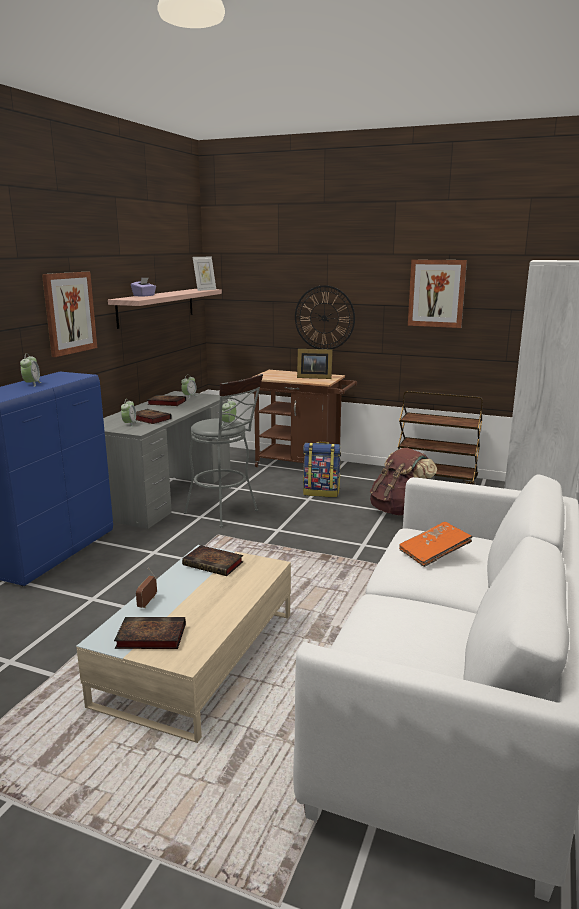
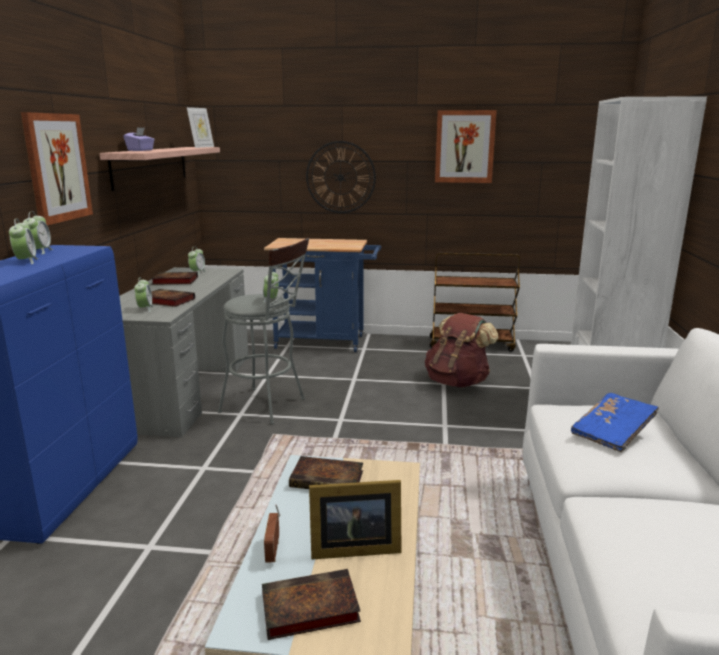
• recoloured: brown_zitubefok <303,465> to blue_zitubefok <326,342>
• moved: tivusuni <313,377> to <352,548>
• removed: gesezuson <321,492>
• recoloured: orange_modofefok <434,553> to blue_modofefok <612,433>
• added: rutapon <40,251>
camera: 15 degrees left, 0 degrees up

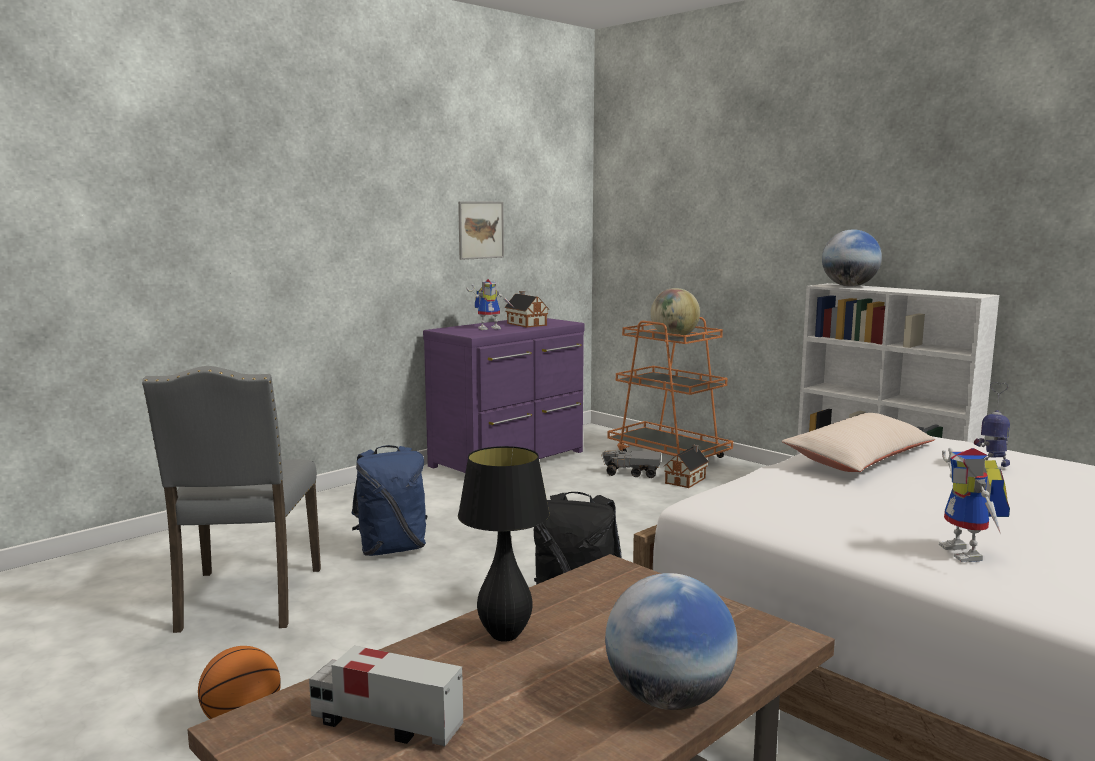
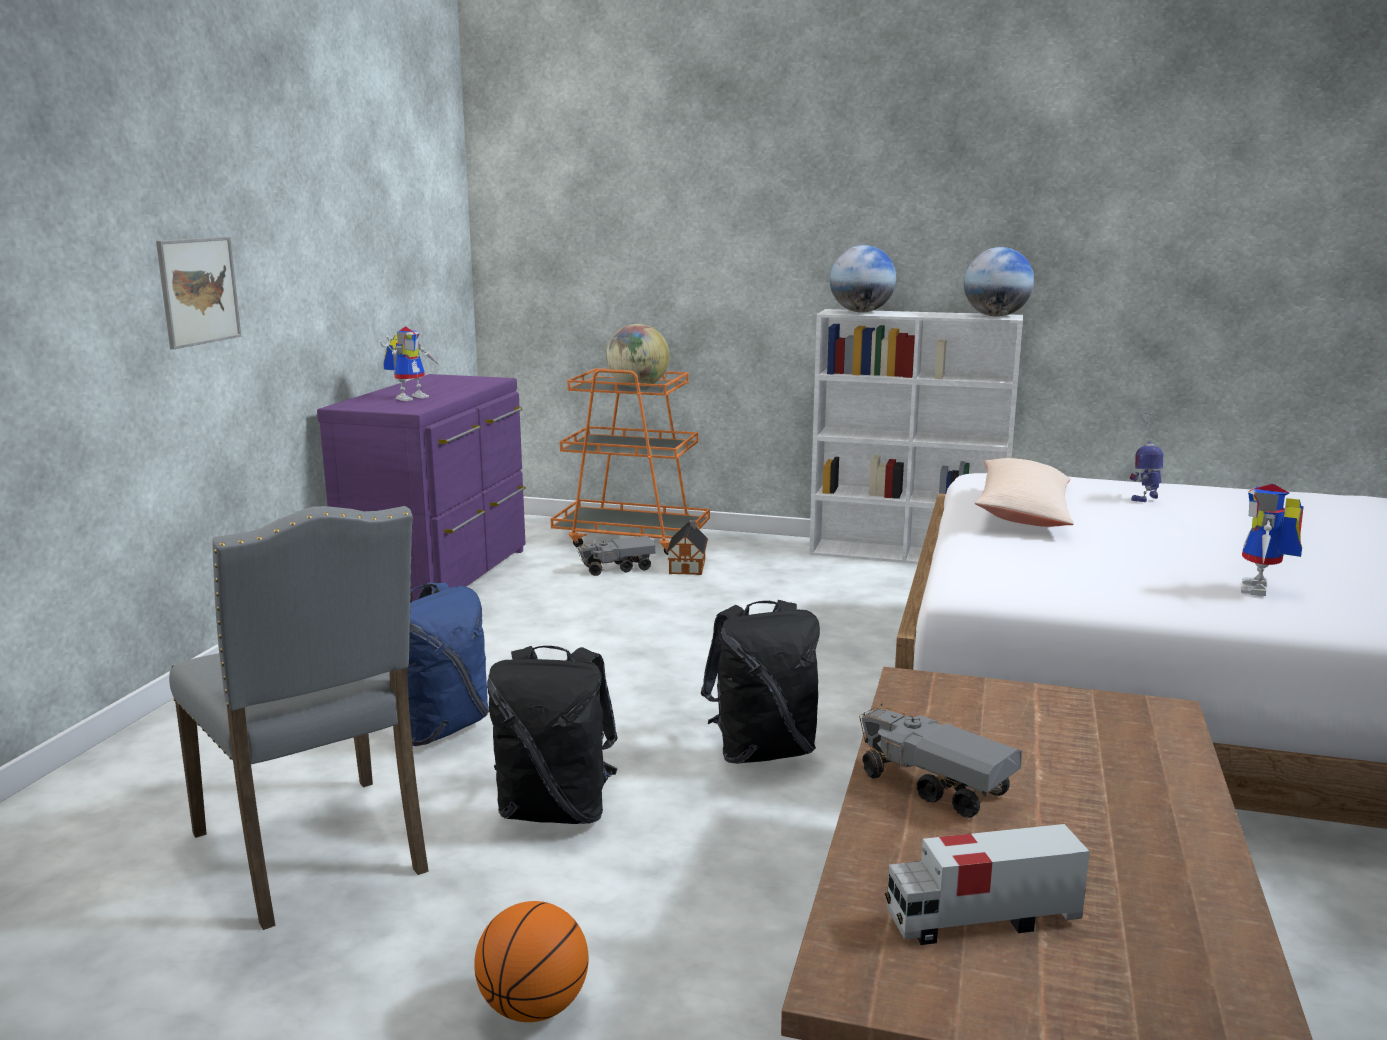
• moved: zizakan <480,230> to <198,291>
• replaced: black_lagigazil <505,636> to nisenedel <933,785>
• removed: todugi <526,324>
• moved: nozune <668,699> to <995,316>
• turned: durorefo <970,554> = <1263,590> 60 degrees clockwise
• added: black_gesezuson <556,810>
camera: 30 degrees left, 5 degrees up

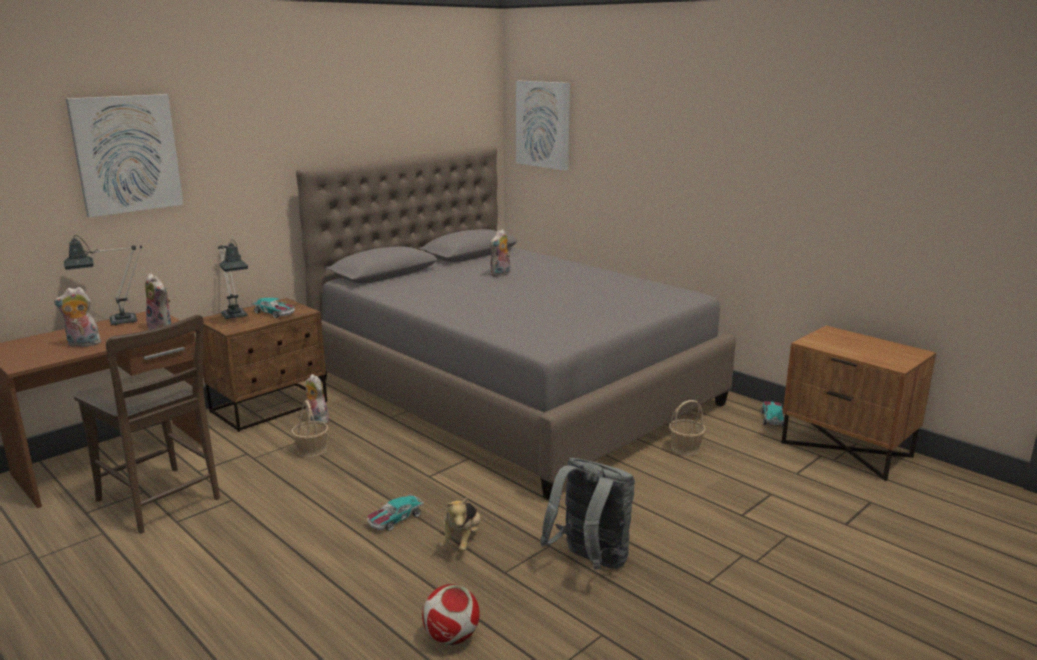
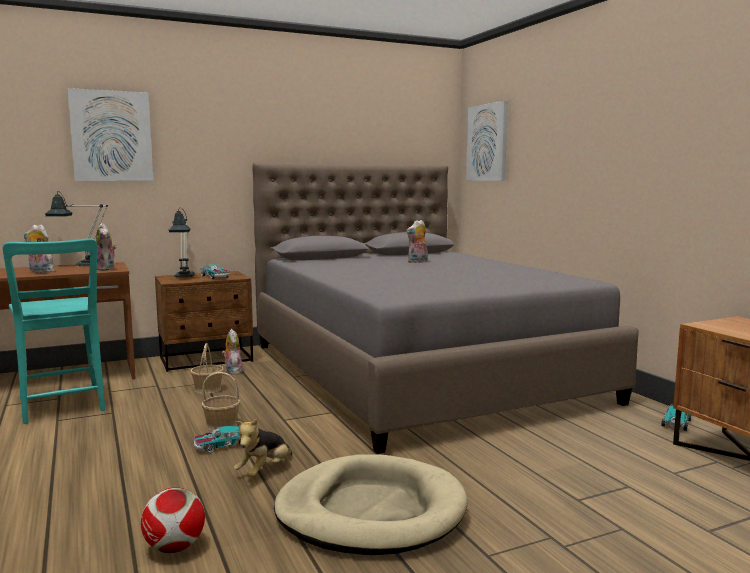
• recoloured: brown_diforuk <162,502> to turquoise_diforuk <62,406>
• replaced: grey_gesezuson <589,562> to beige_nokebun <370,511>
• moved: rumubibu <686,448> to <222,425>
camera: 20 degrees right, 10 degrees down

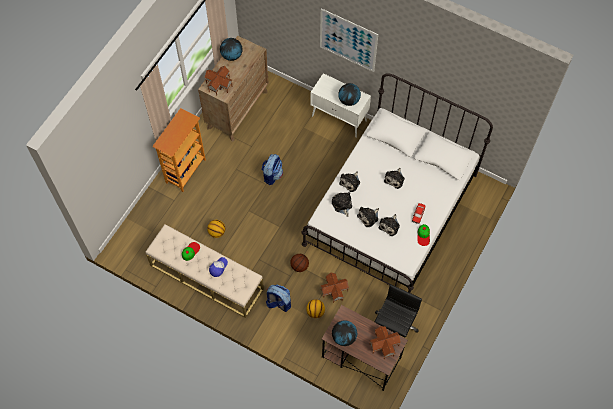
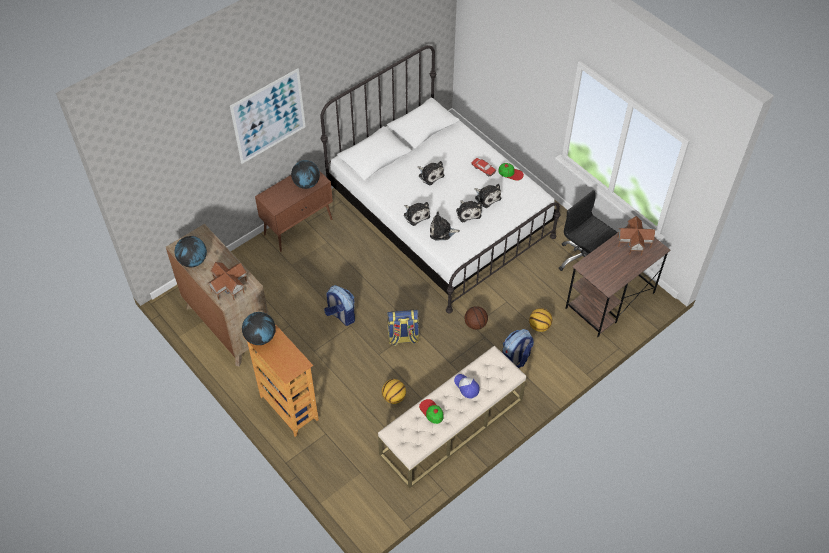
• recoloured: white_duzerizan <339,119> to brown_duzerizan <299,226>
• removed: todugi <334,290>
• moved: nozune <344,337> to <260,337>
• added: gesezuson <403,338>
camera: 70 degrees left, 10 degrees down

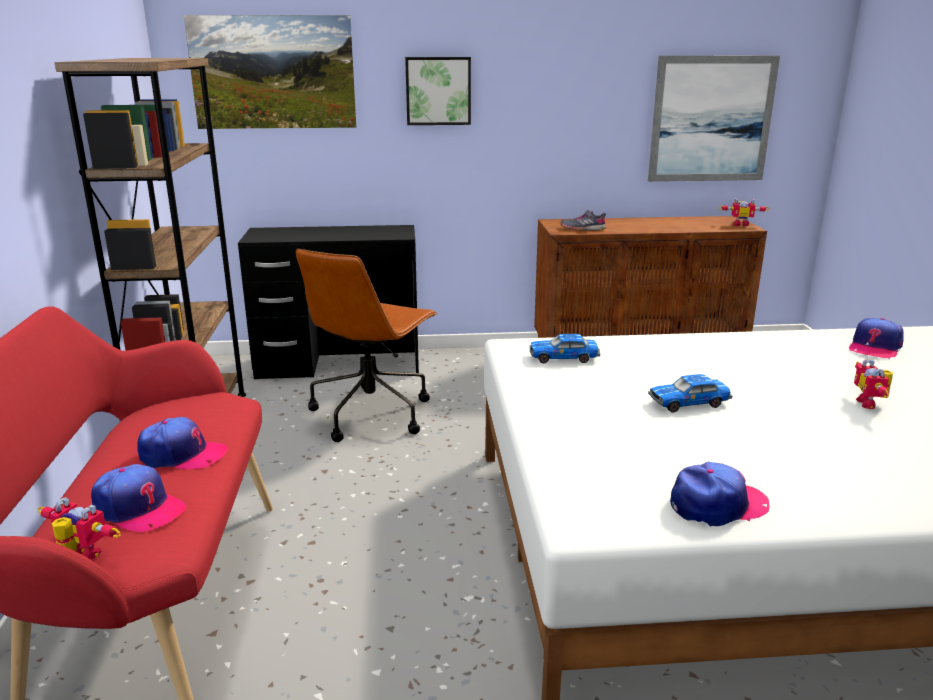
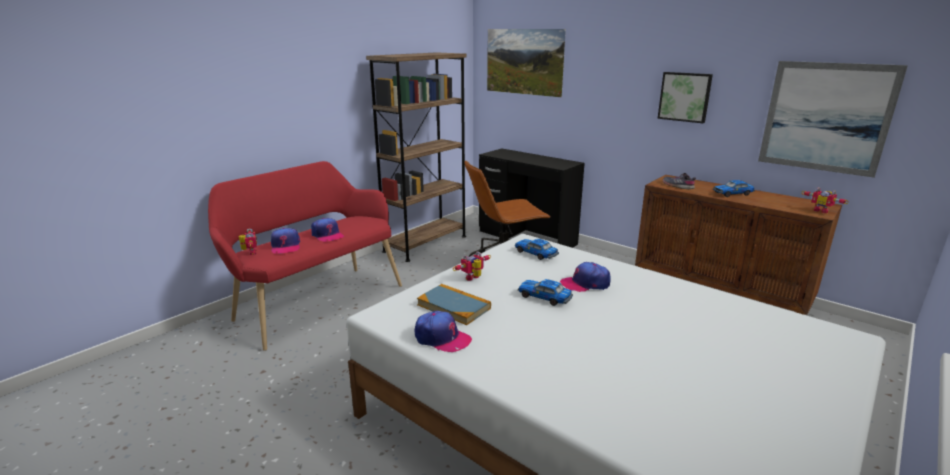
• moved: zizakan <438,91> to <685,97>
• moved: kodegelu <874,347> to <585,283>
• moved: durorefo <870,404> to <474,279>
• added: modofefok <454,306>
• added: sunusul <733,194>
camera: 45 degrees right, 0 degrees up

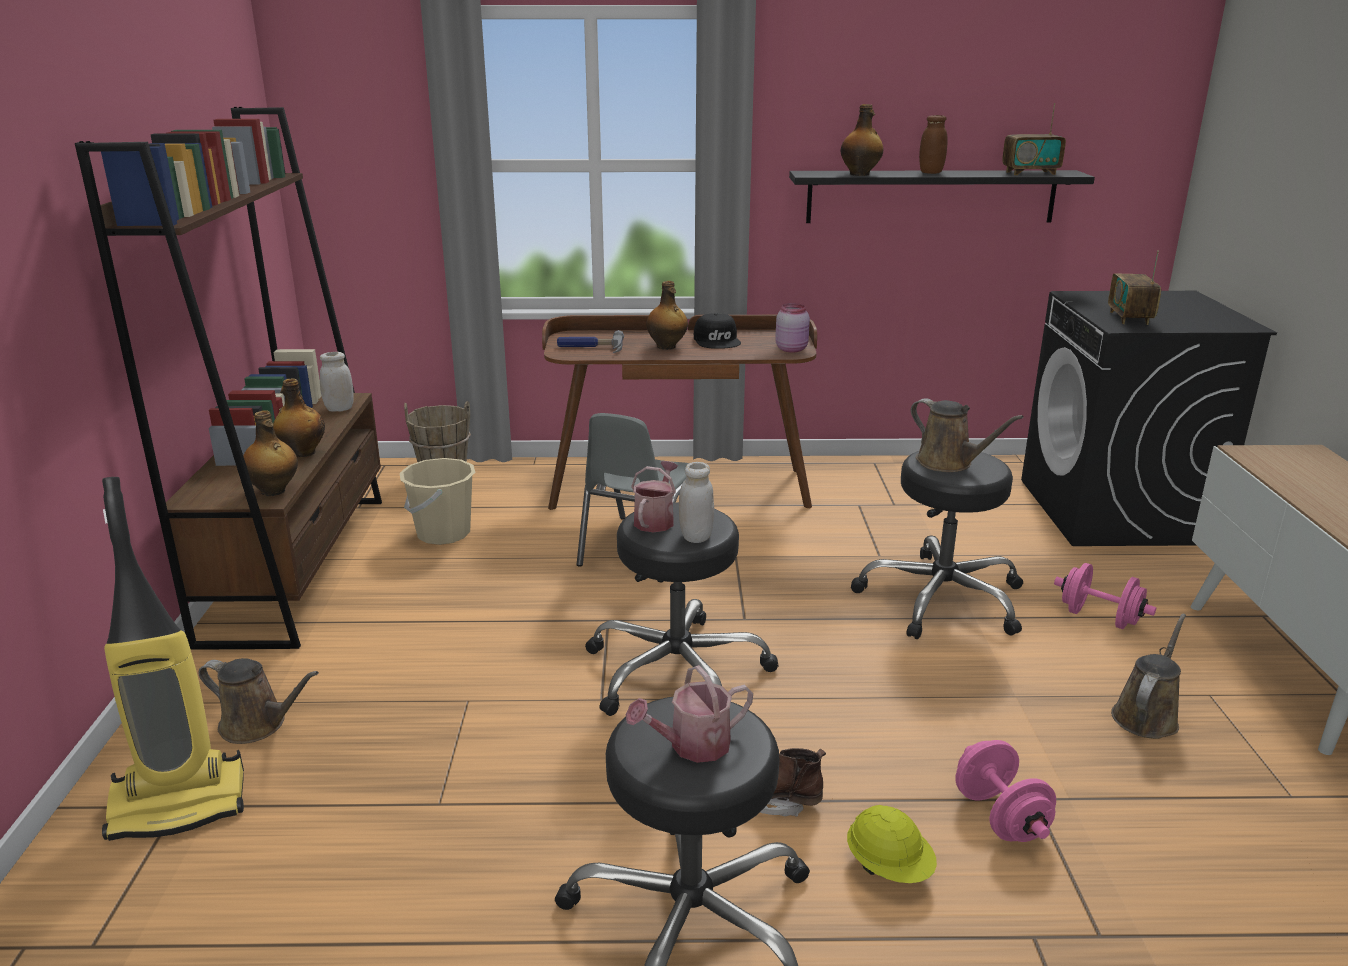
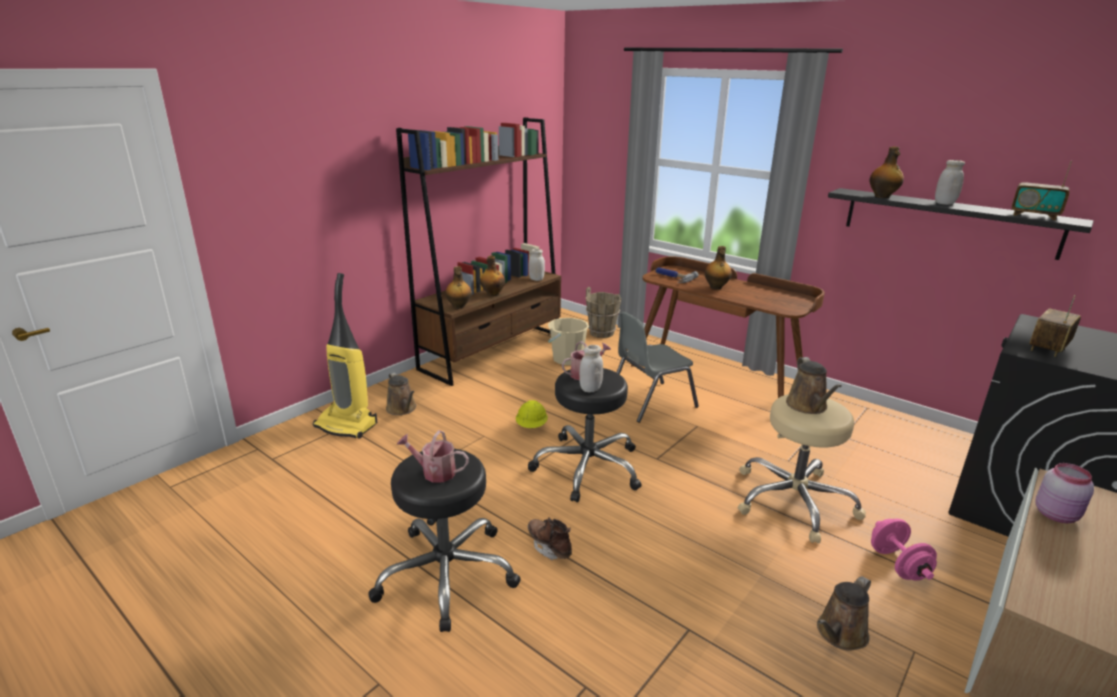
• removed: black_kodegelu <717,340>
• moved: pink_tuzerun <792,349> to <1056,515>
• moved: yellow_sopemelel <889,867> to <532,426>
• recoloured: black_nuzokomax <942,598> to beige_nuzokomax <794,501>
• recoloured: brown_tuzerun <930,172> to white_tuzerun <944,203>
• removed: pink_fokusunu <1000,817>
• turned: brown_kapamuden <1146,715> = <839,634> 150 degrees clockwise
camera: 40 degrees right, 0 degrees up

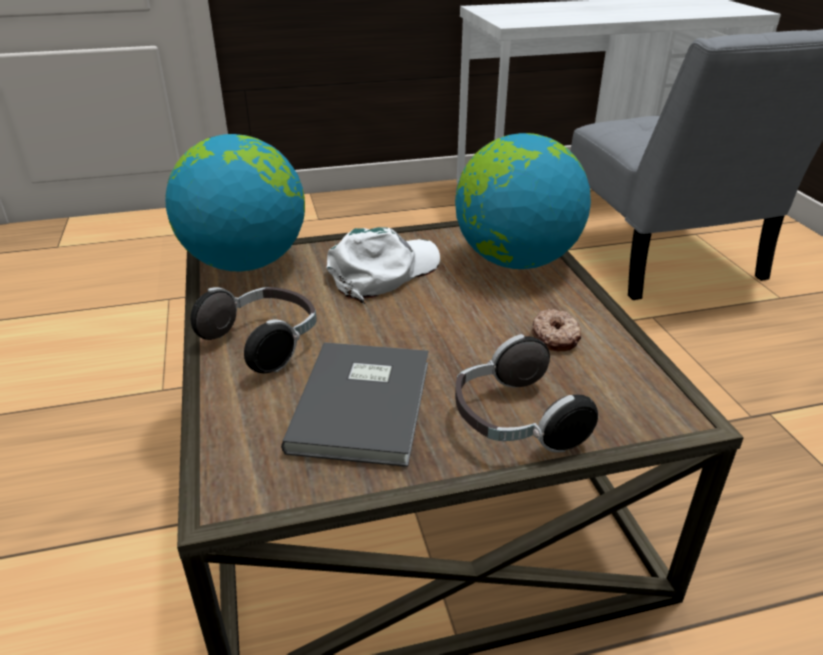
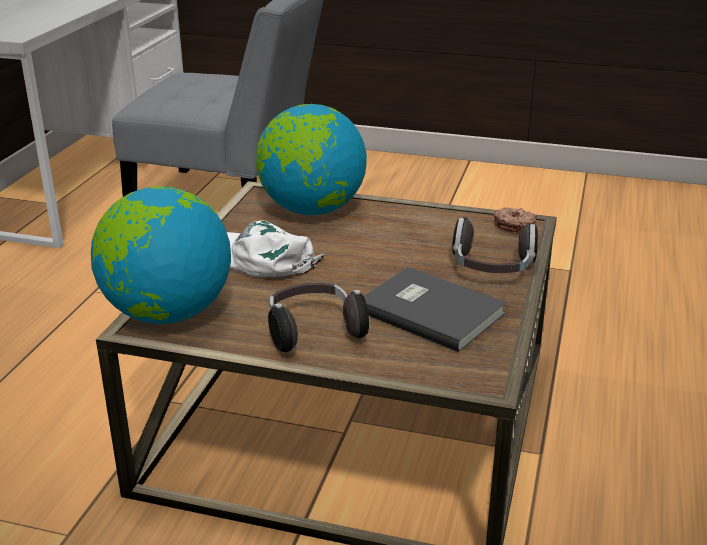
• turned: white_kodegelu <383,271> = <263,260> 45 degrees counterclockwise
• moved: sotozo <556,337> to <514,225>
camera: 60 degrees left, 5 degrees down

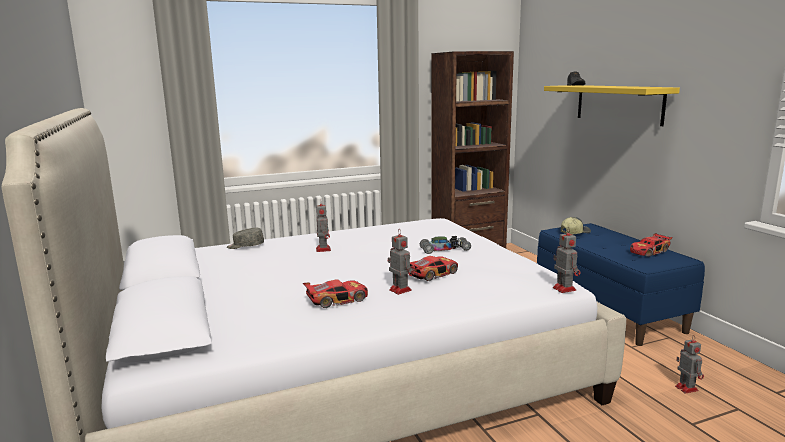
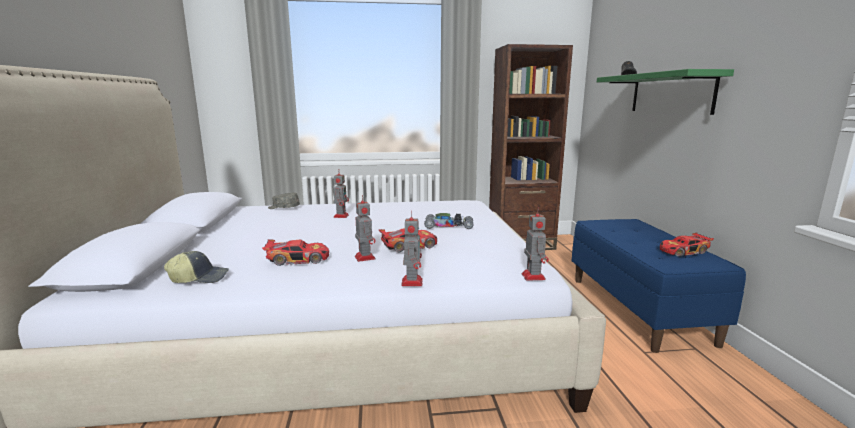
• recoloured: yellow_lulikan <618,104> to green_lulikan <670,93>
• moved: kodegelu <574,232> to <200,278>
• moved: durorefo <685,388> to <412,281>
camera: 15 degrees right, 0 degrees up

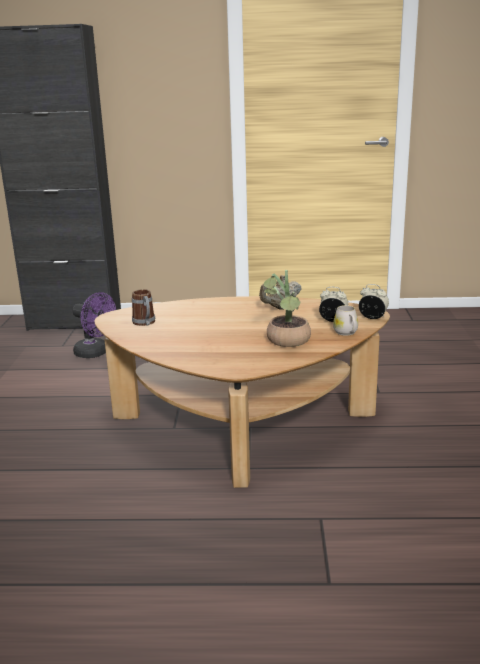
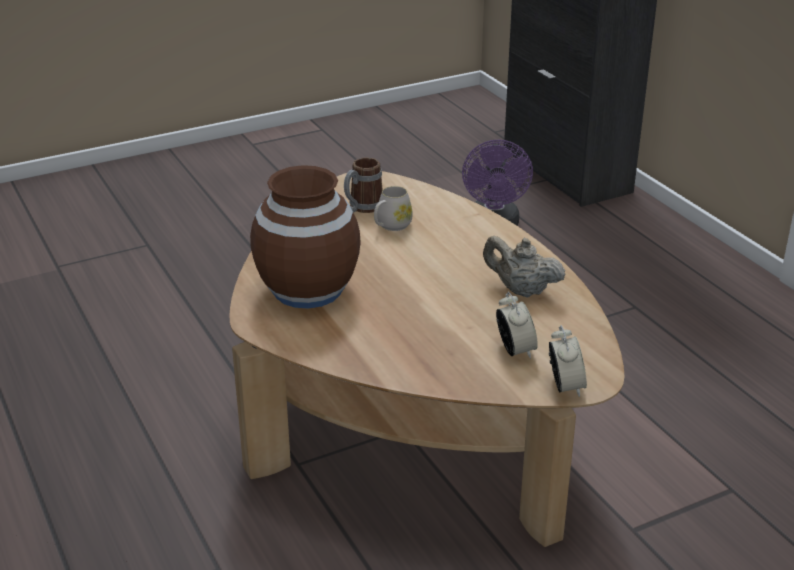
• removed: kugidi <287,342>
• moved: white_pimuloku <346,333> to <391,226>
• added: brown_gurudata <307,289>
camera: 60 degrees right, 10 degrees up

